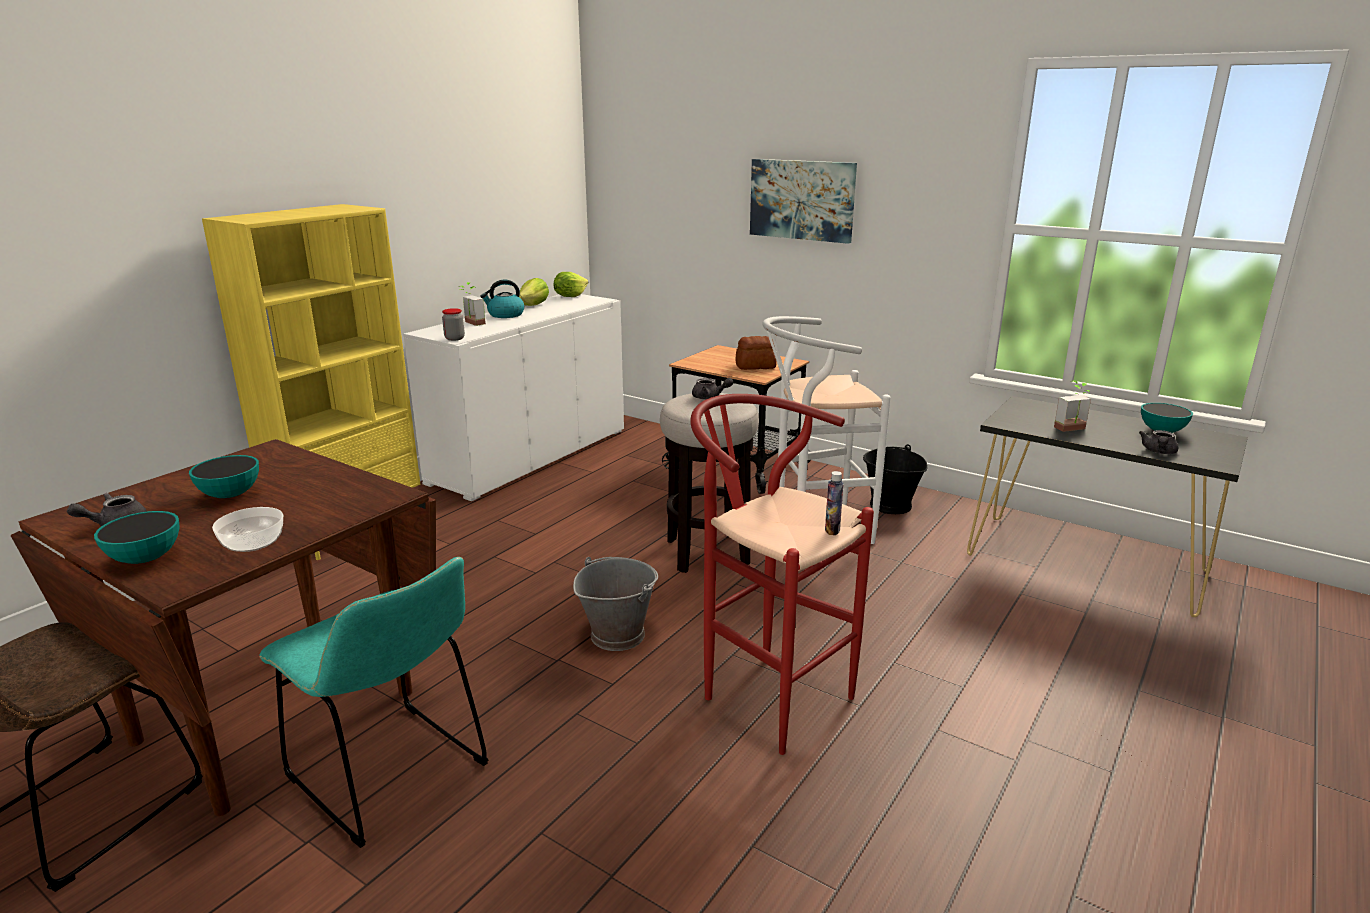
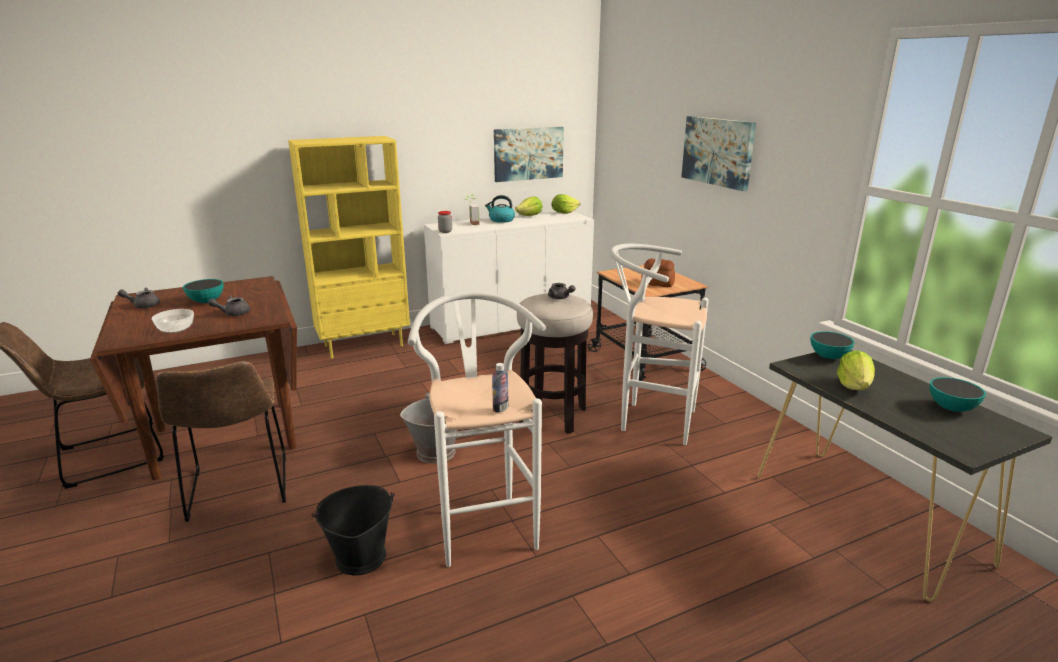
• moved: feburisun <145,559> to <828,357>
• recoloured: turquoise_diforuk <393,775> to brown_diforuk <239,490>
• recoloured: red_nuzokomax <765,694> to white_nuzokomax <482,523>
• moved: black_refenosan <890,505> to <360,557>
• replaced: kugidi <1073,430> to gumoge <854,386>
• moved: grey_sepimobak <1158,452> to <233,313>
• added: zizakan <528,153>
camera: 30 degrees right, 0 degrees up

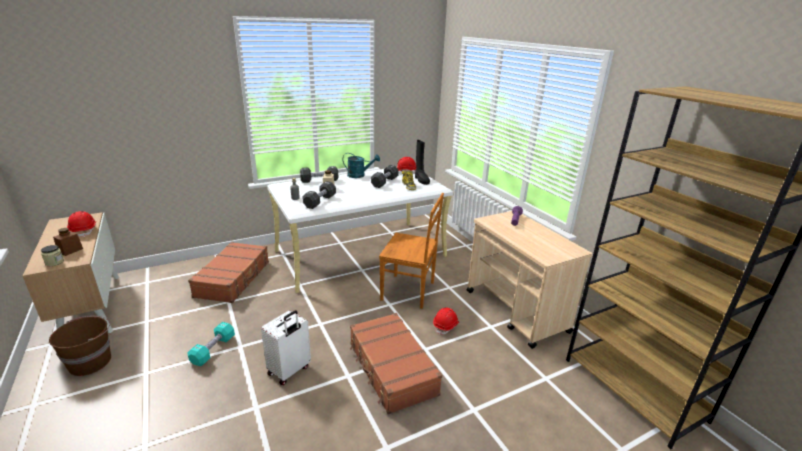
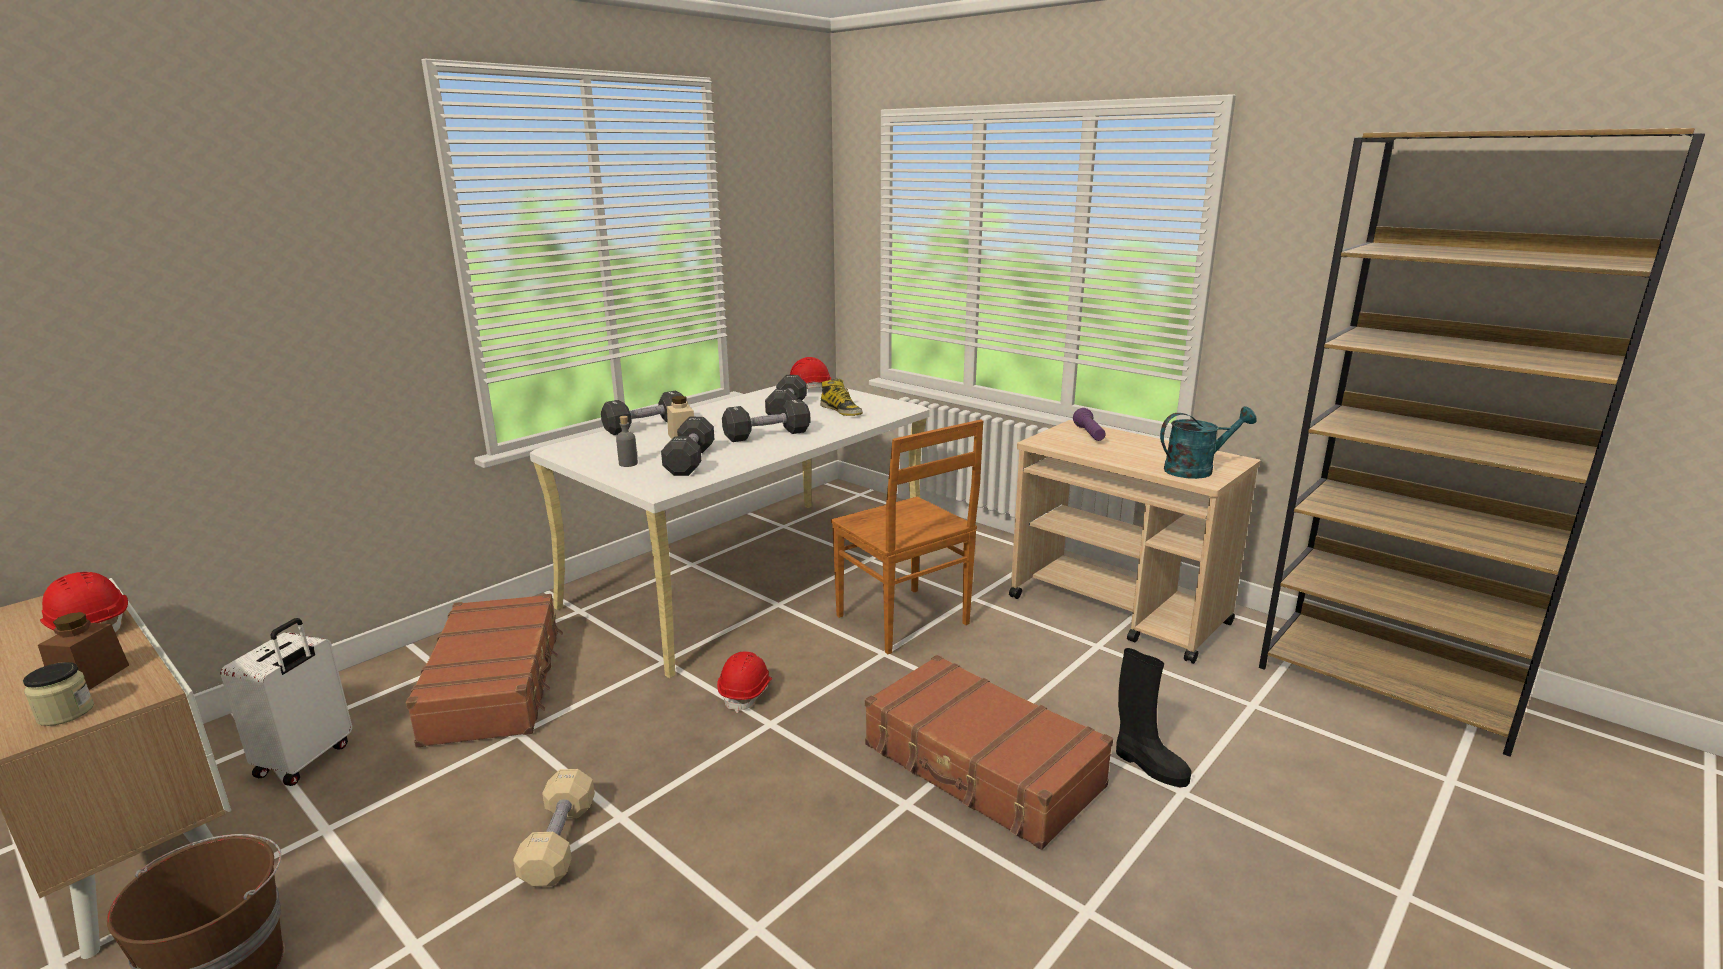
• recoloured: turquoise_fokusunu <213,350> to beige_fokusunu <559,843>
• moved: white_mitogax <290,371> to <306,760>
• moved: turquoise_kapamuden <359,175> to <1196,470>
• turned: brown_diforuk <409,291> = <904,621> 60 degrees clockwise
• moved: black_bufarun <421,180> to <1148,765>
• moved: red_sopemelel <446,326> to <746,692>
• added: black_fokusunu <767,435>
camera: 20 degrees left, 5 degrees down

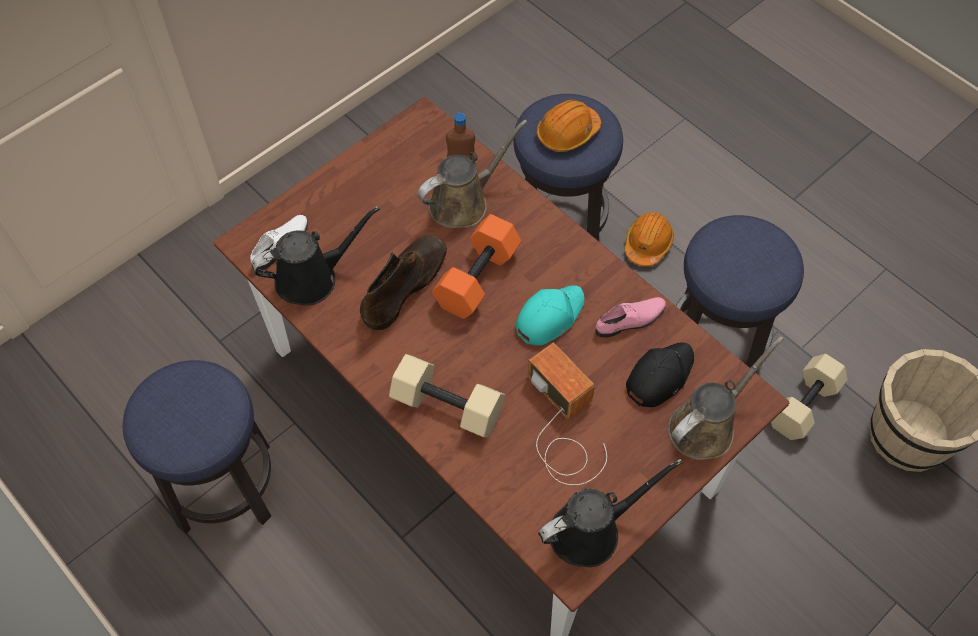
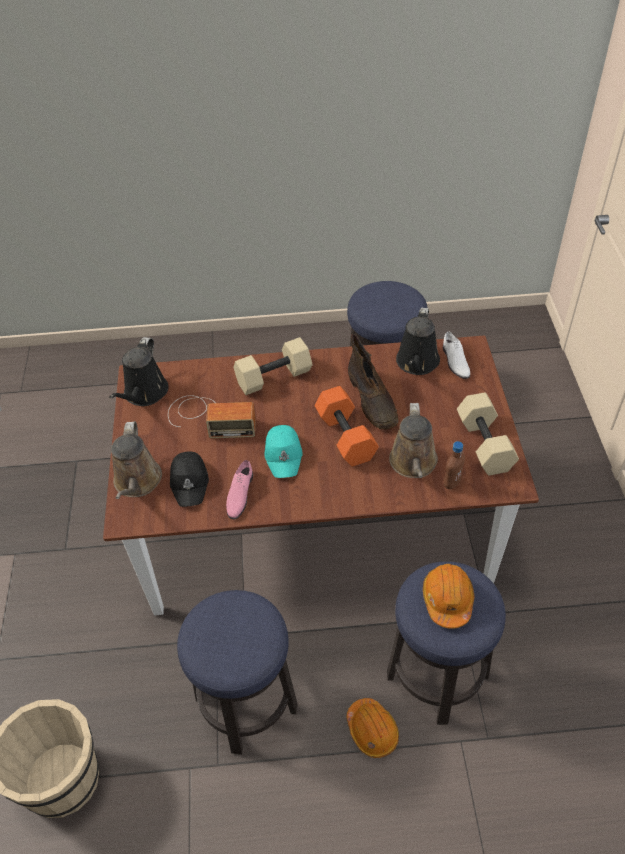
• moved: beige_fokusunu <803,403> to <486,445>
camera: 130 degrees right, 10 degrees down

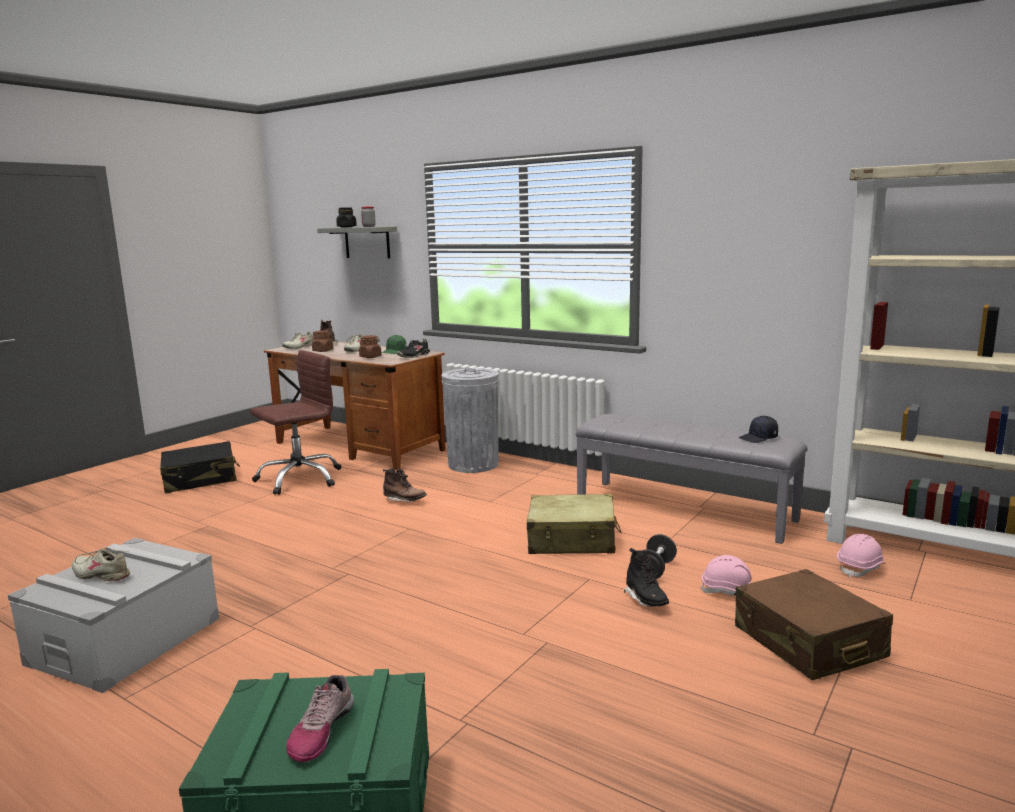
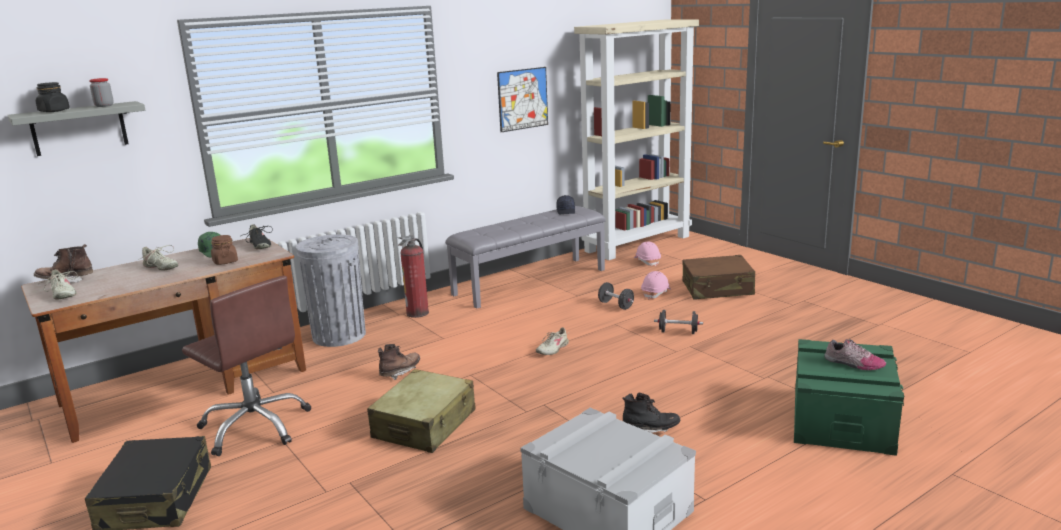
• moved: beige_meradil <102,574> to <552,349>
• turned: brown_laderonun <299,478> = <255,426> 150 degrees clockwise
• removed: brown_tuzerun <323,351>
• moved: beige_mitogax <572,540> to <425,425>
• moved: black_bufarun <646,600> to <650,430>
• added: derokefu <417,313>
• added: zizakan <523,99>
• added: black_fokusunu <678,332>
camera: 70 degrees left, 5 degrees up

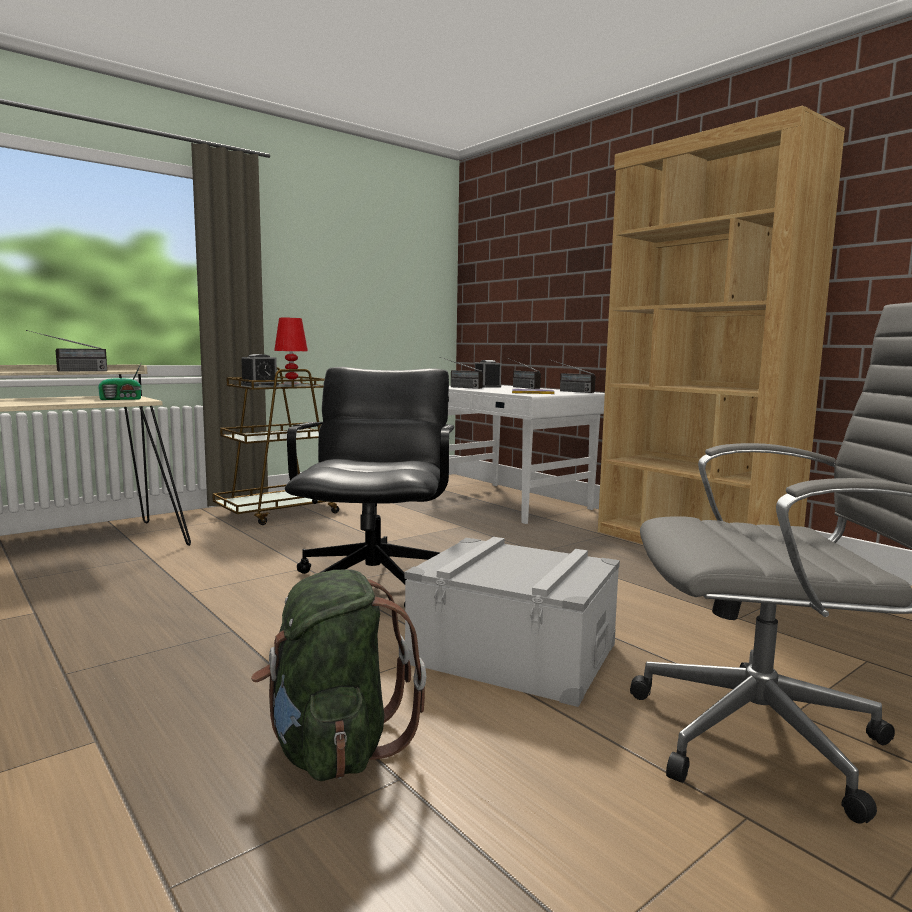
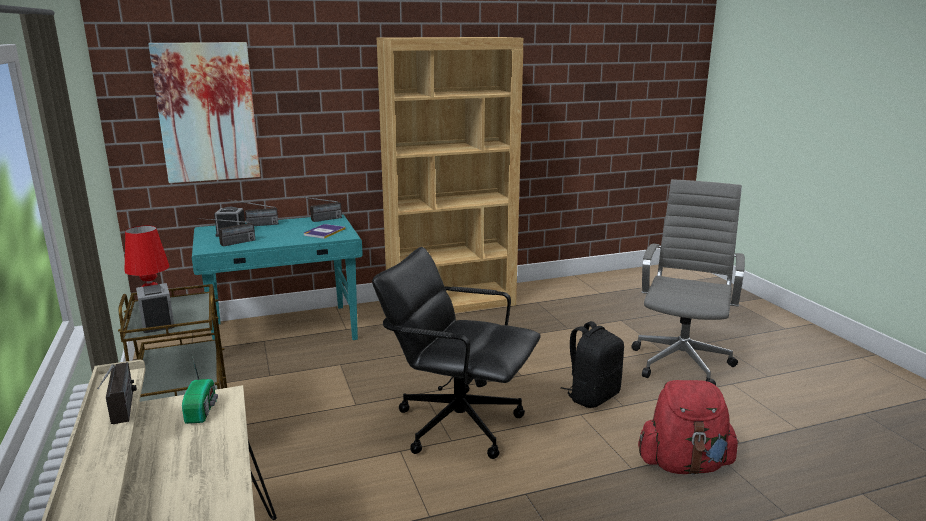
• recoloured: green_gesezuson <333,747> to red_gesezuson <684,464>
• replaced: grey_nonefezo <513,653> to black_gesezuson <592,396>
• recoloured: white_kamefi <507,502> to turquoise_kamefi <285,332>
• added: zizakan <207,113>
camera: 70 degrees left, 10 degrees up

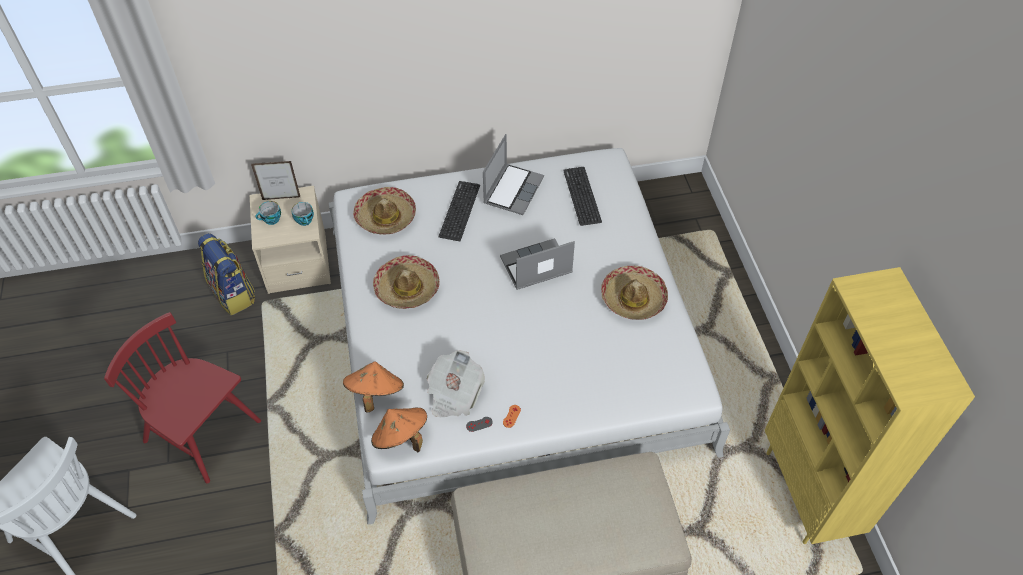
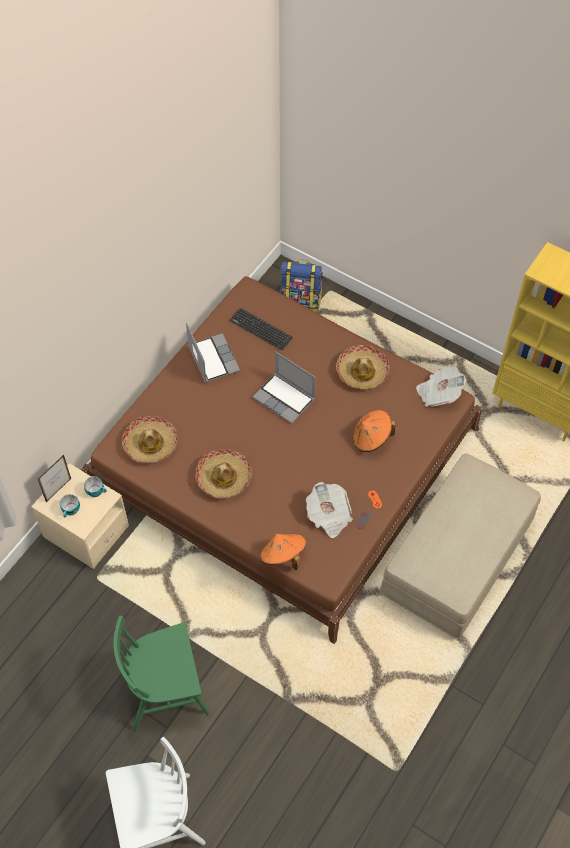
• recoloured: red_diforuk <202,432> to green_diforuk <165,689>
• moved: gesezuson <234,294> to <301,302>
• recoloured: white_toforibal <511,335> to brown_toforibal <285,459>
• moved: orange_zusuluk <401,438> to <371,438>
• removed: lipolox <459,211>
• turned: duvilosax <535,266> = <285,398> 75 degrees counterclockwise
• added: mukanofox <439,393>
camera: 45 degrees left, 5 degrees up

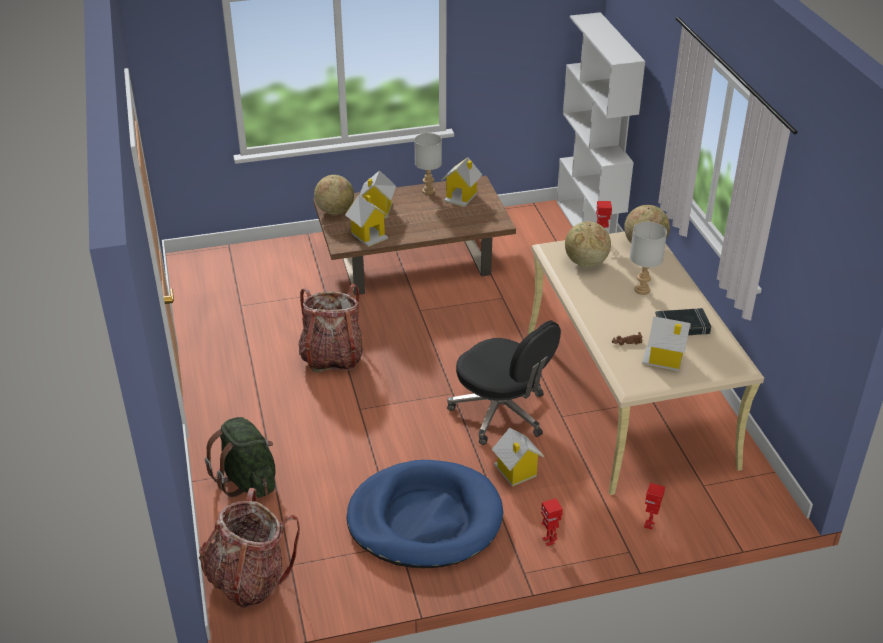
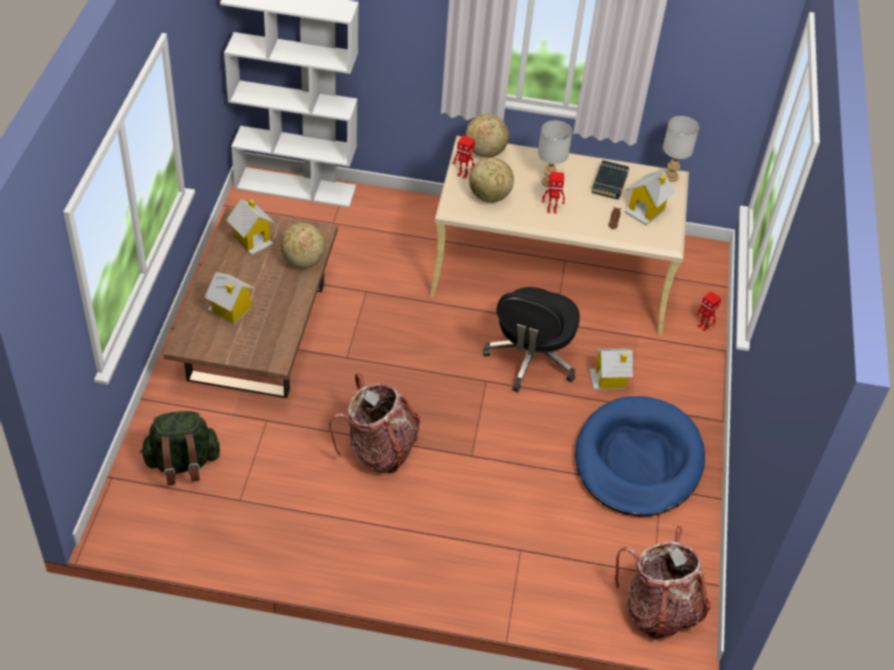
• moved: green_gesezuson <248,480> to <182,463>
• moved: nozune <335,211> to <303,261>
• removed: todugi <369,235>
• moved: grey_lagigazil <429,191> to <671,176>
• turned: black_laderonun <501,413> = <531,359> 135 degrees clockwise
• moved: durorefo <549,541> to <551,210>
camera: 70 degrees left, 10 degrees up

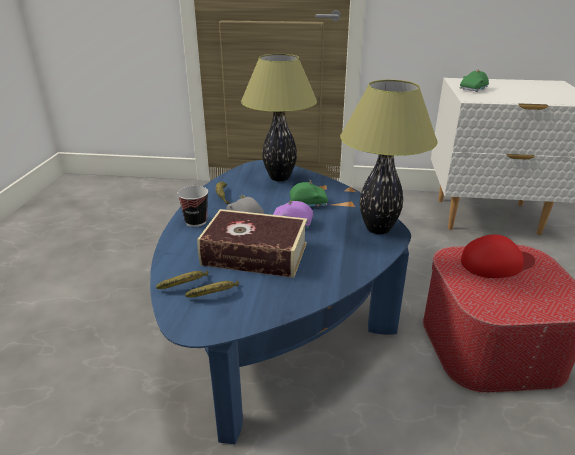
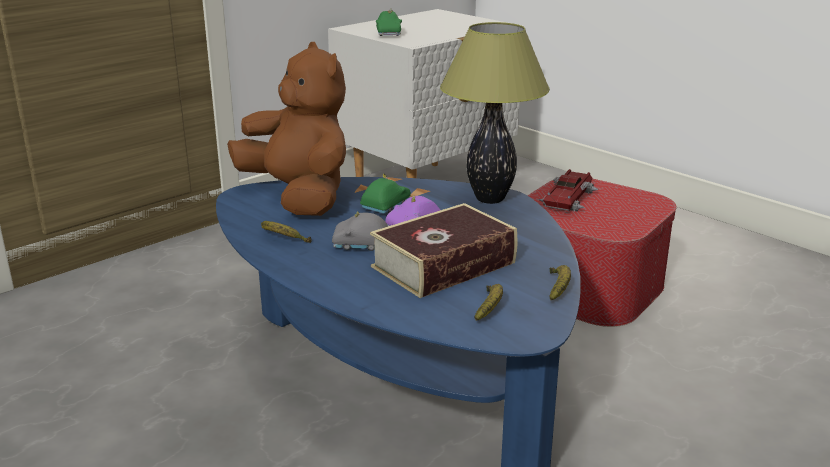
• moved: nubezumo <185,285> to <558,288>
• removed: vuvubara <196,222>
• replaced: lagigazil <280,178> to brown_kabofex <299,197>
• replaced: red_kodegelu <496,263> to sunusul <567,198>
camera: 50 degrees left, 5 degrees down

